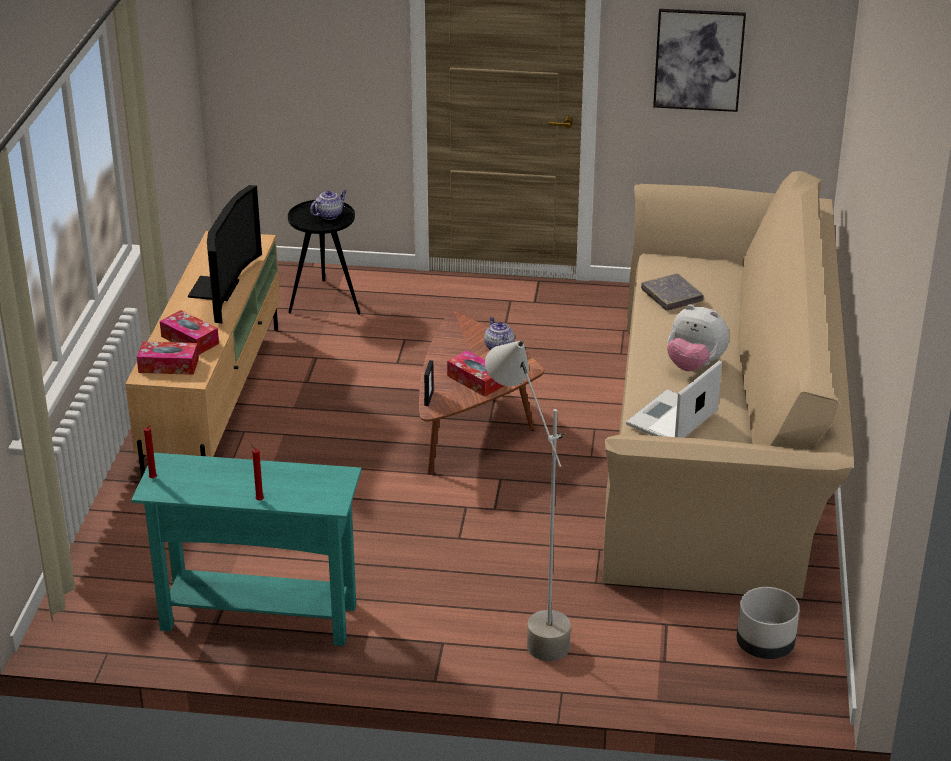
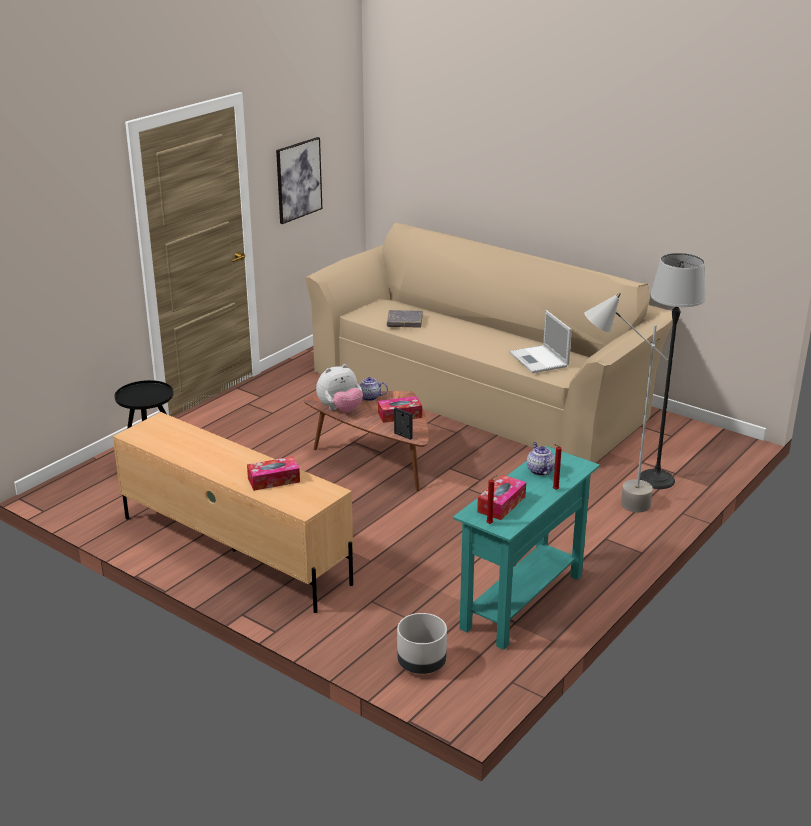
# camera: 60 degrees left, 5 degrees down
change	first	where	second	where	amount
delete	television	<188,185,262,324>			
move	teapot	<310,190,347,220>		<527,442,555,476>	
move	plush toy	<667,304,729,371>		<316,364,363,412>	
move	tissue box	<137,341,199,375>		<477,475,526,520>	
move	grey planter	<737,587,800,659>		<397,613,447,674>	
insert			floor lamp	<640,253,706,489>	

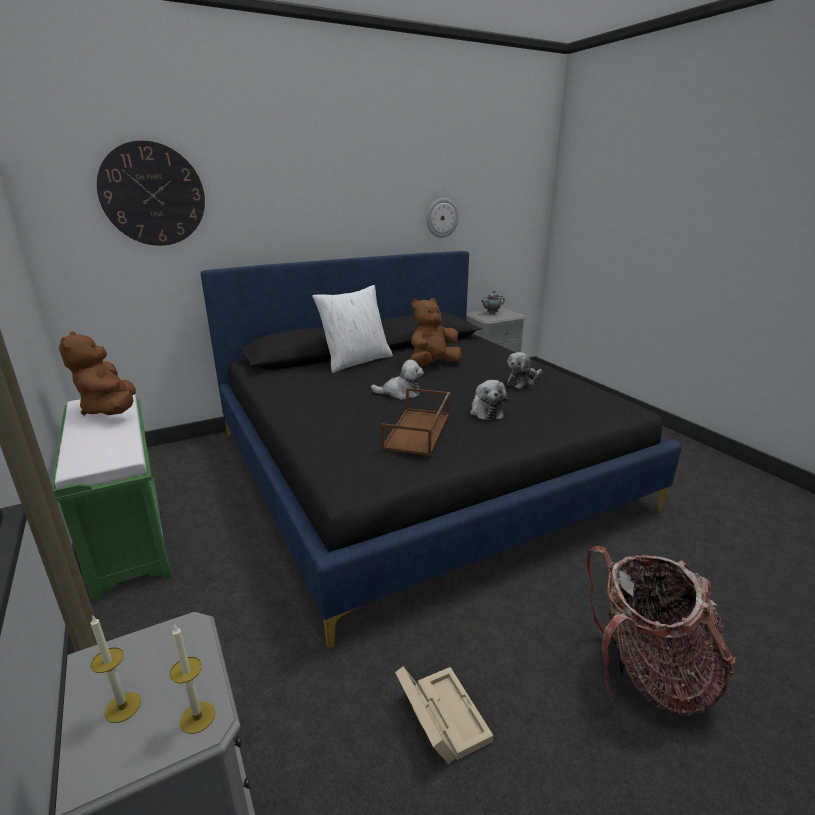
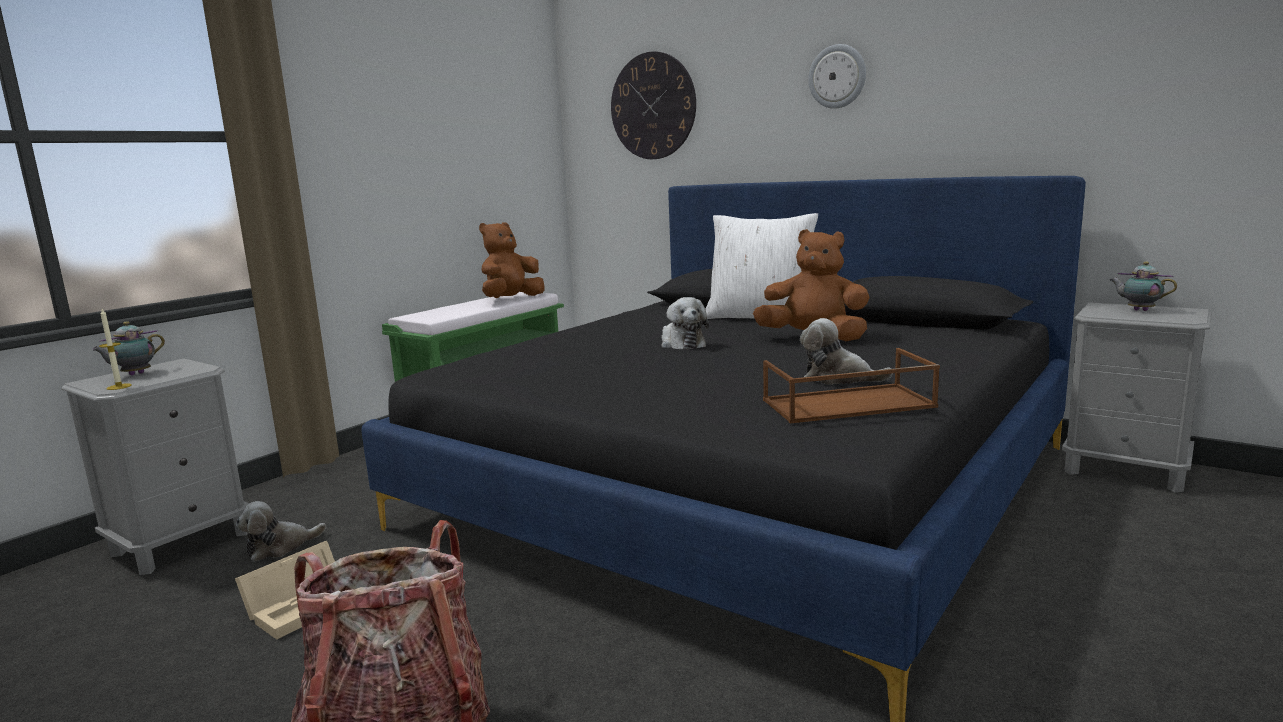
# camera: 65 degrees right, 10 degrees down
change	first	where	second	where	amount
move	wall clock	<427,198,459,238>		<808,44,866,109>	
move	plush toy	<470,380,509,420>		<236,501,326,562>	
move	brown tray	<381,388,450,456>		<763,348,940,423>	
replace	candle	<90,615,141,723>	teapot	<92,321,165,375>	

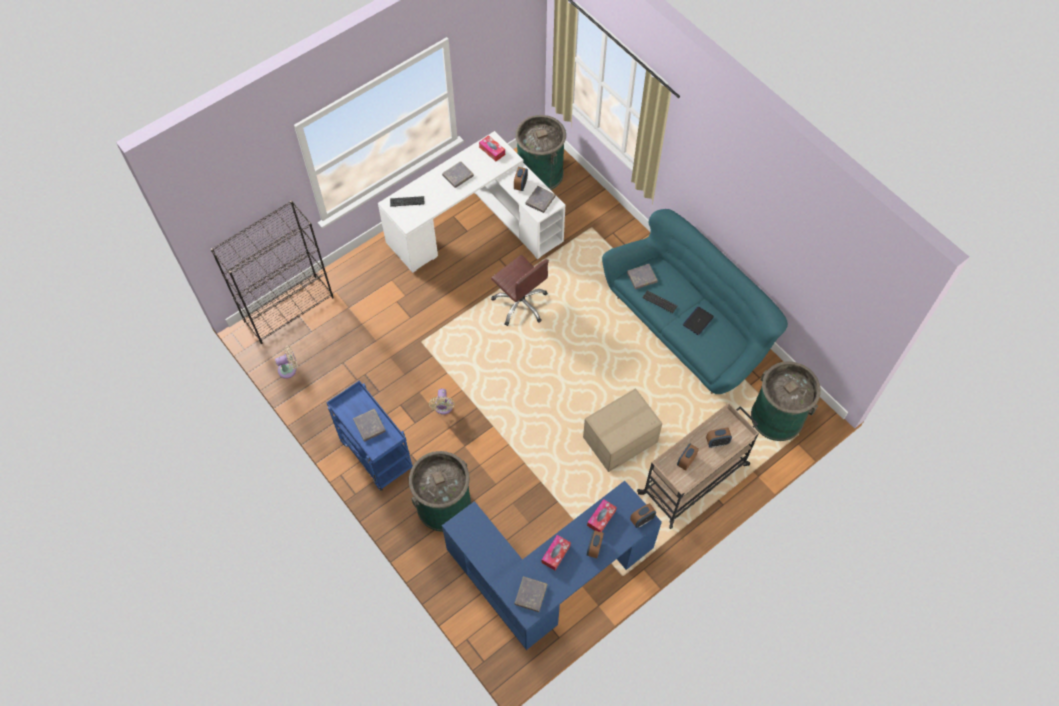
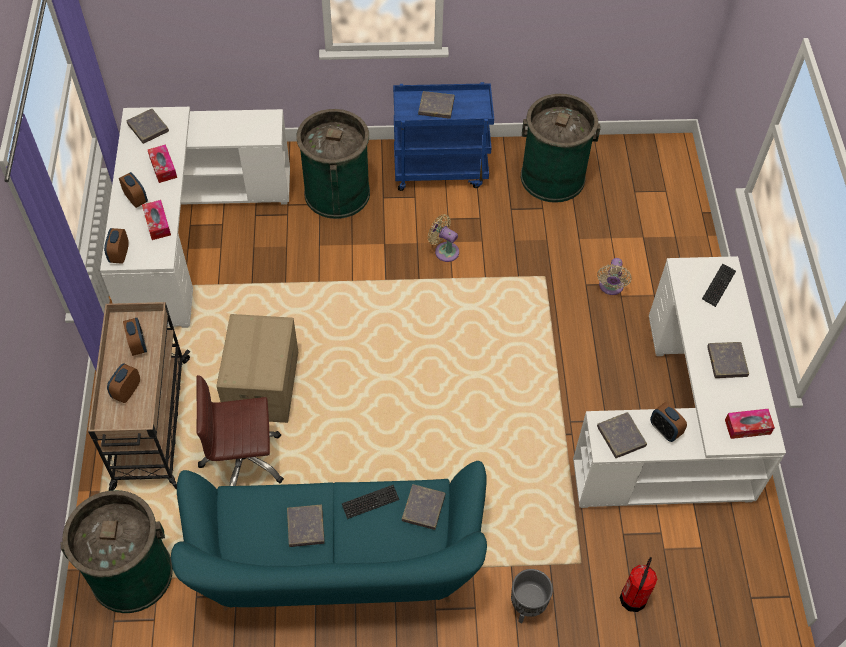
# camera: 125 degrees right, 5 degrees down
change	first	where	second	where	amount
move	green trash can	<515,115,566,190>		<521,94,600,203>	
delete	black bookcase	<211,201,334,344>			
move	brown office chair	<491,255,549,326>		<196,375,284,486>	
replace	laptop	<683,307,714,335>	grey book	<287,505,325,547>	
move	beige fan	<275,345,298,379>		<597,258,632,295>	
recolor	blue desk	<442,481,662,650>	white desk	<100,107,290,328>	
insert			fire extinguisher	<619,557,657,612>	
insert			grey planter	<511,569,553,623>	

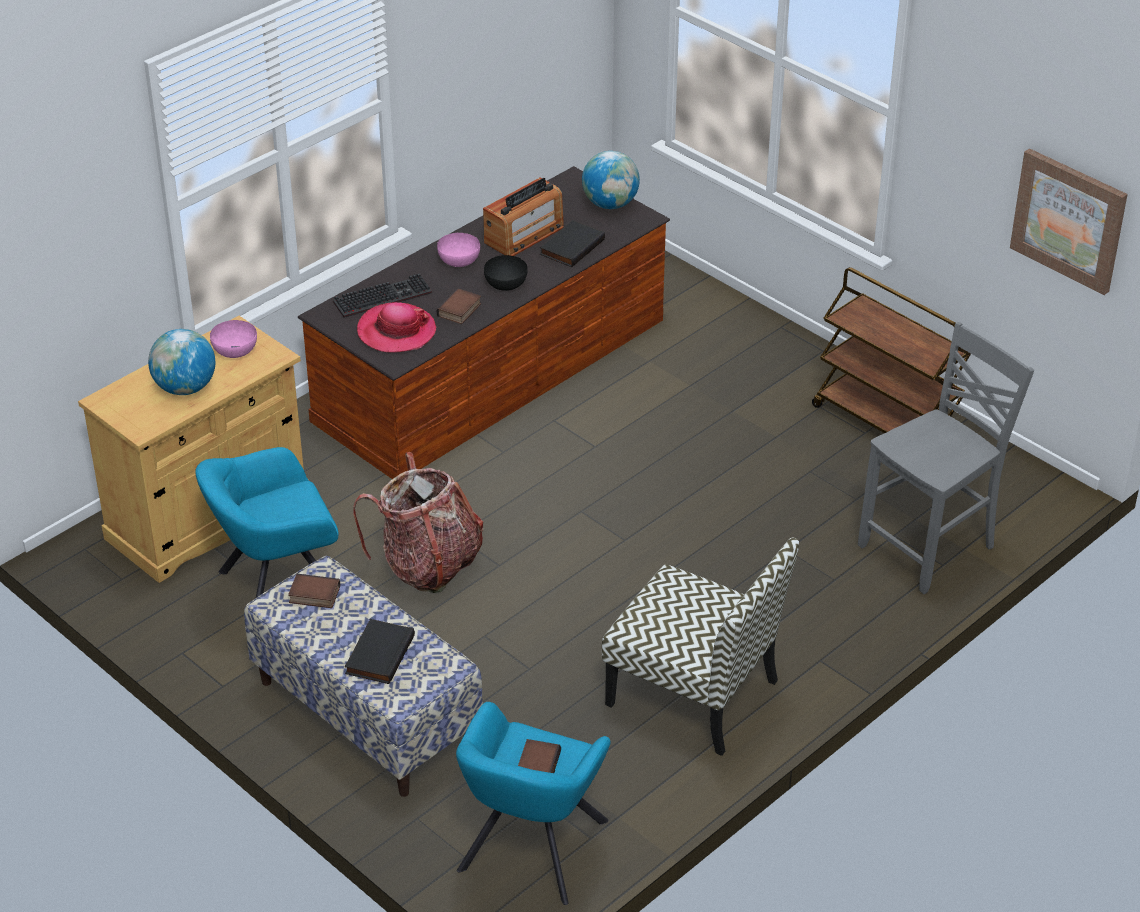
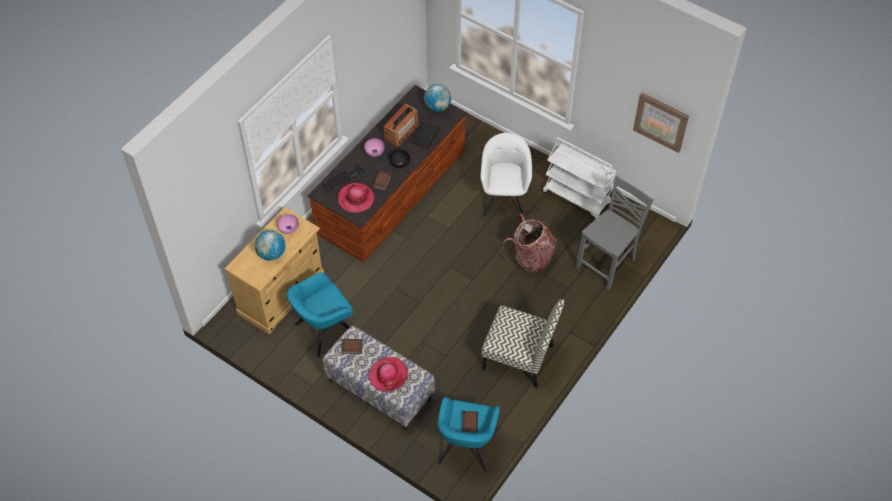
# camera: 10 degrees left, 15 degrees up
change	first	where	second	where	amount
recolor	brown cart	<812,267,971,433>	white cart	<542,137,617,220>	
move	backpack	<353,452,483,593>		<503,213,557,273>	
replace	black book	<345,619,415,684>	hat	<368,357,408,392>	
insert			white armchair	<480,133,532,219>	

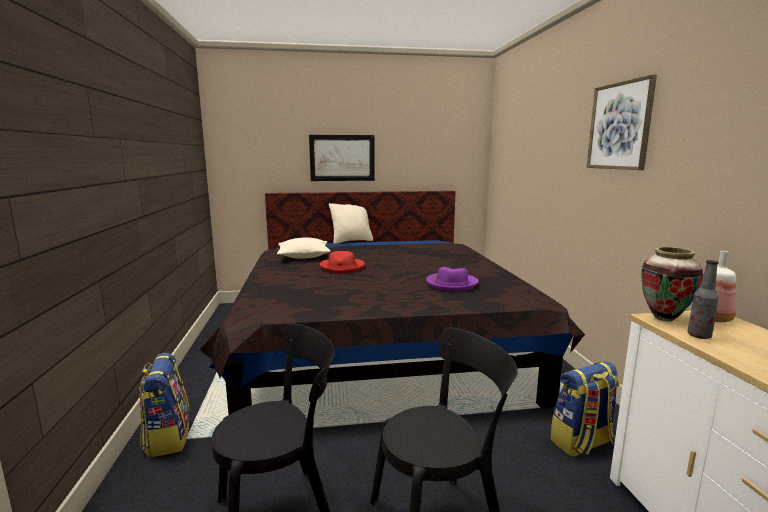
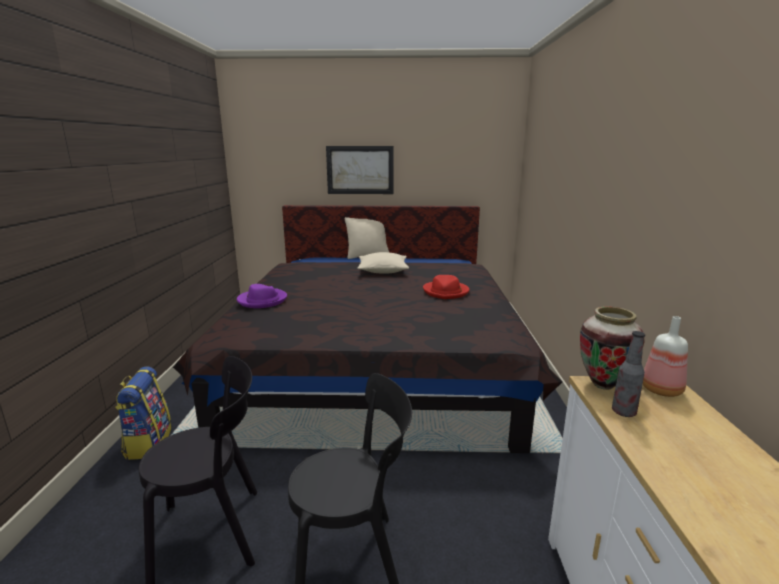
# camera: 10 degrees right, 5 degrees up
change	first	where	second	where	amount
delete	picture	<586,74,657,170>			
move	beige pillow	<277,238,331,259>		<357,252,409,273>	
move	red hat	<320,251,365,273>		<423,275,470,299>	
move	purple hat	<426,267,479,291>		<237,284,287,308>	
delete	backpack	<550,361,620,457>			

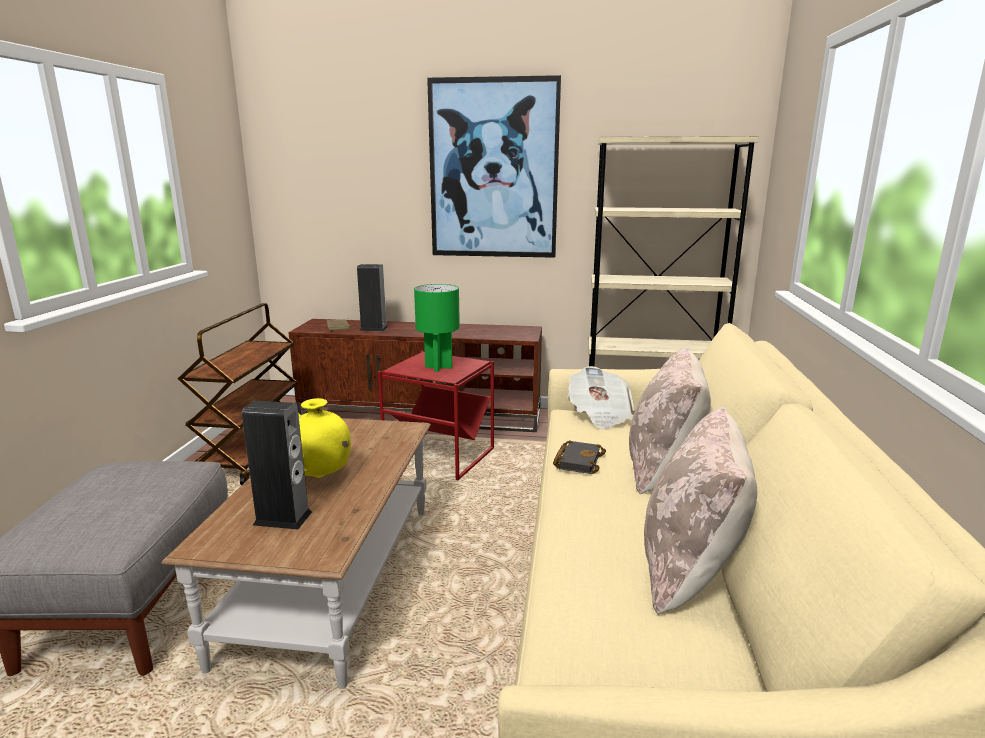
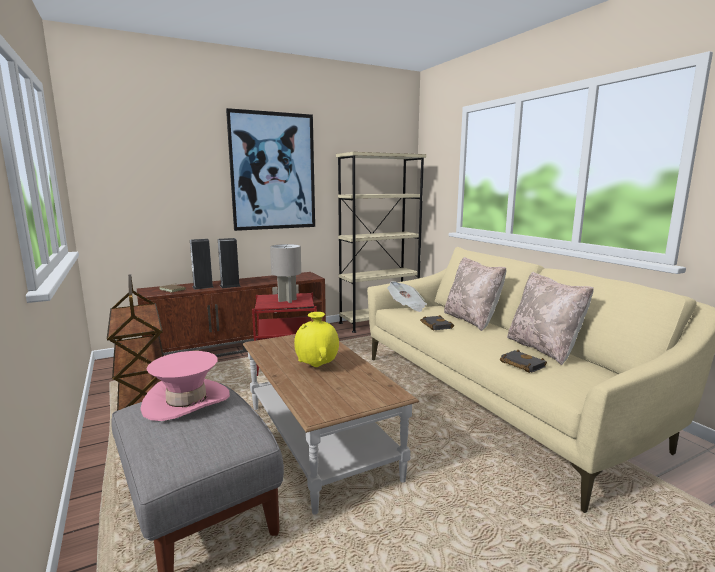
# camera: 35 degrees left, 5 degrees down
change	first	where	second	where	amount
recolor	green table lamp	<414,284,460,372>	grey table lamp	<270,244,301,303>	
move	speaker	<242,400,312,529>		<218,238,240,288>	
insert			black book	<500,350,547,373>	
insert			pink hat	<141,351,230,421>	

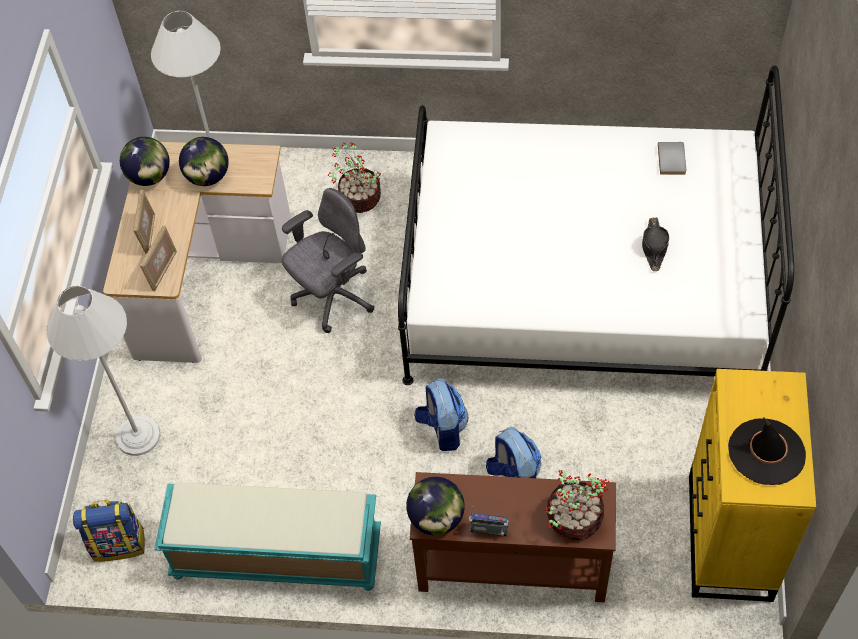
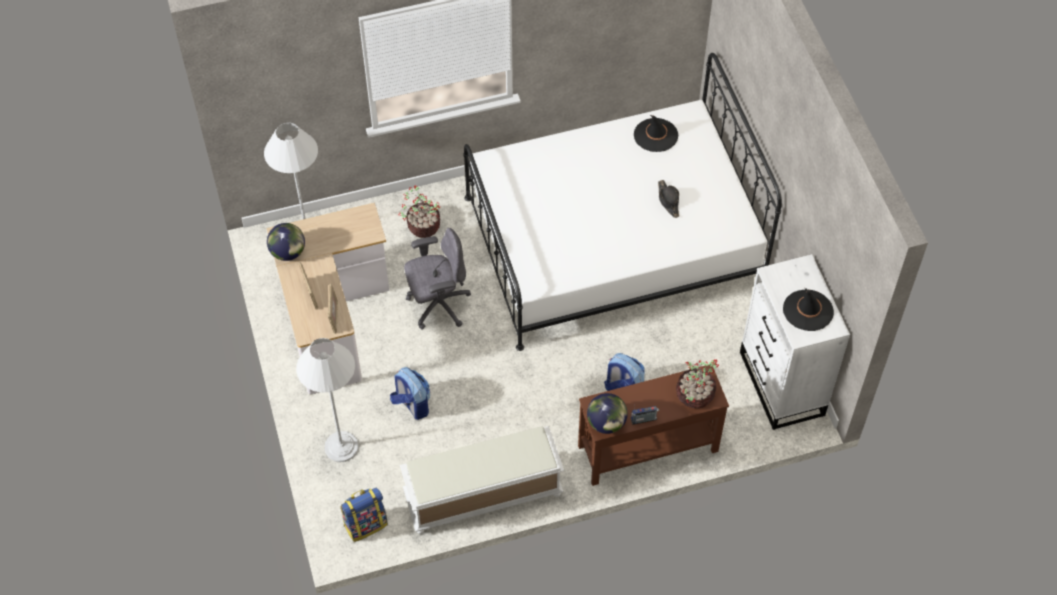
# camera: 25 degrees left, 0 degrees up
change	first	where	second	where	amount
delete	globe	<179,137,229,186>			
replace	grey book	<658,142,686,175>	black hat	<634,115,678,152>	
rotate	grey office chair	<282,188,375,333>		<404,228,471,330>	45 degrees clockwise
recolor	yellow dresser	<689,369,816,602>	white dresser	<740,254,850,430>	
move	backpack	<414,379,468,451>		<390,367,430,420>	
recolor	turquoise bench	<154,483,381,591>	white bench	<400,426,564,534>	

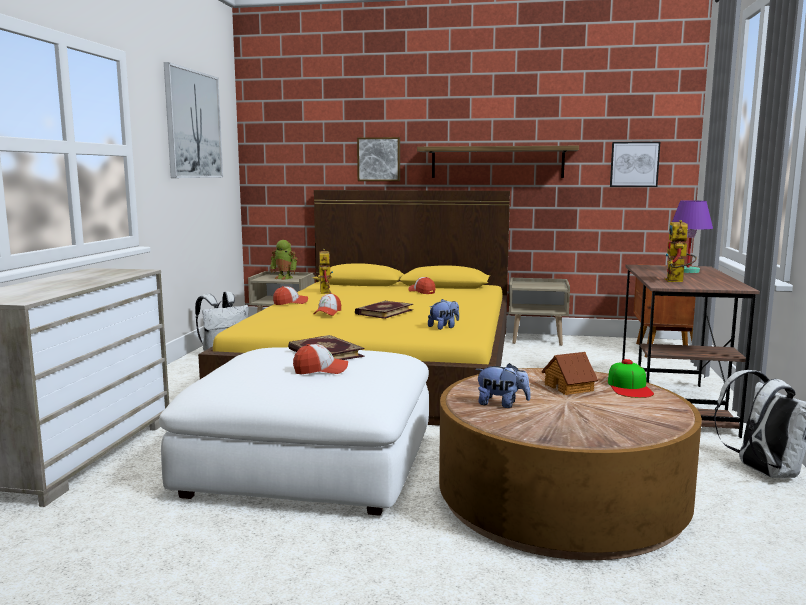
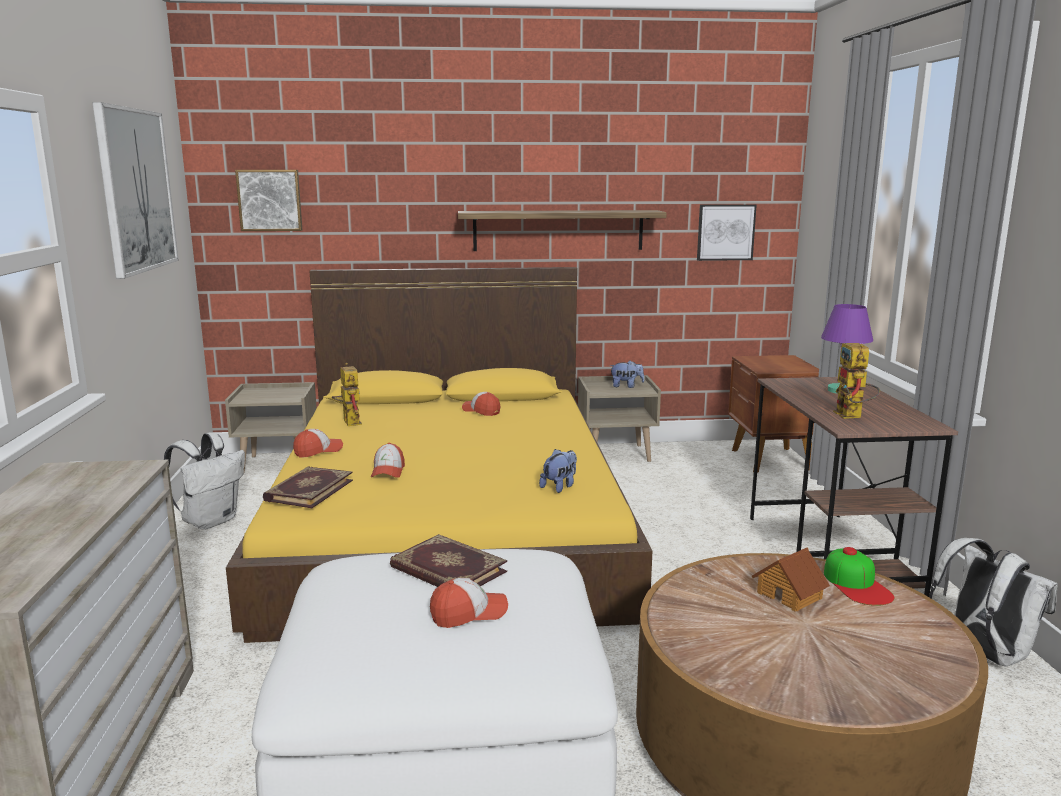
# camera: 15 degrees left, 5 degrees up
change	first	where	second	where	amount
move	picture	<357,137,400,181>		<235,170,302,231>	
delete	toy robot	<270,240,298,280>			
move	book	<355,301,413,319>		<263,466,353,508>	
move	plush toy	<475,363,531,408>		<609,360,644,388>	

